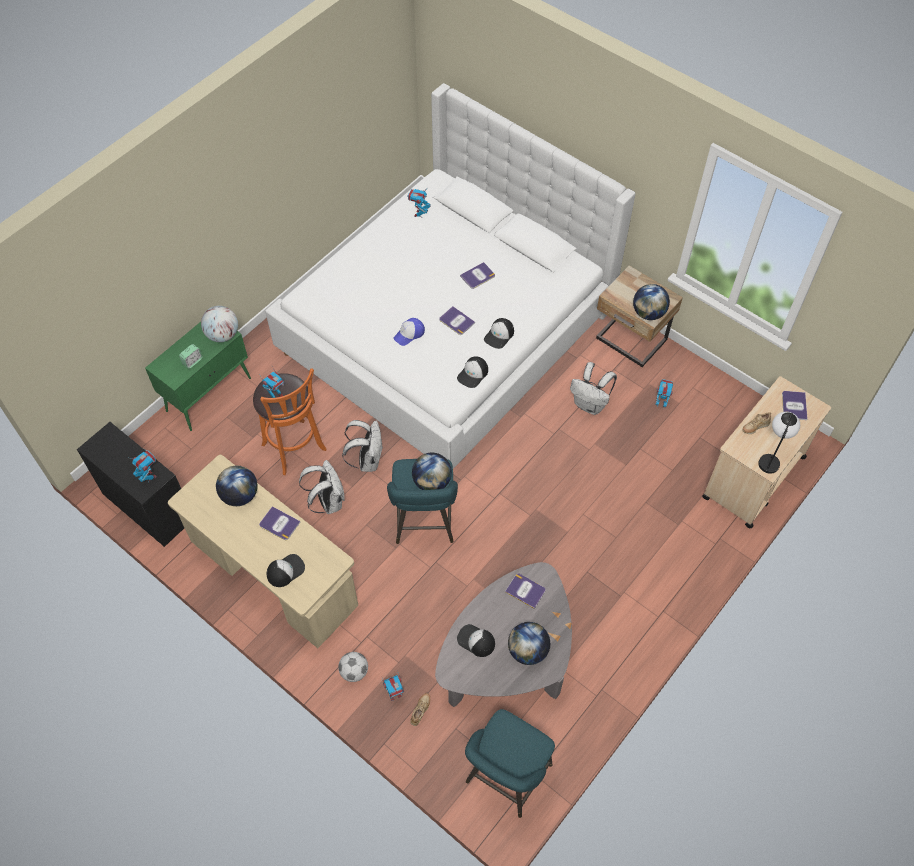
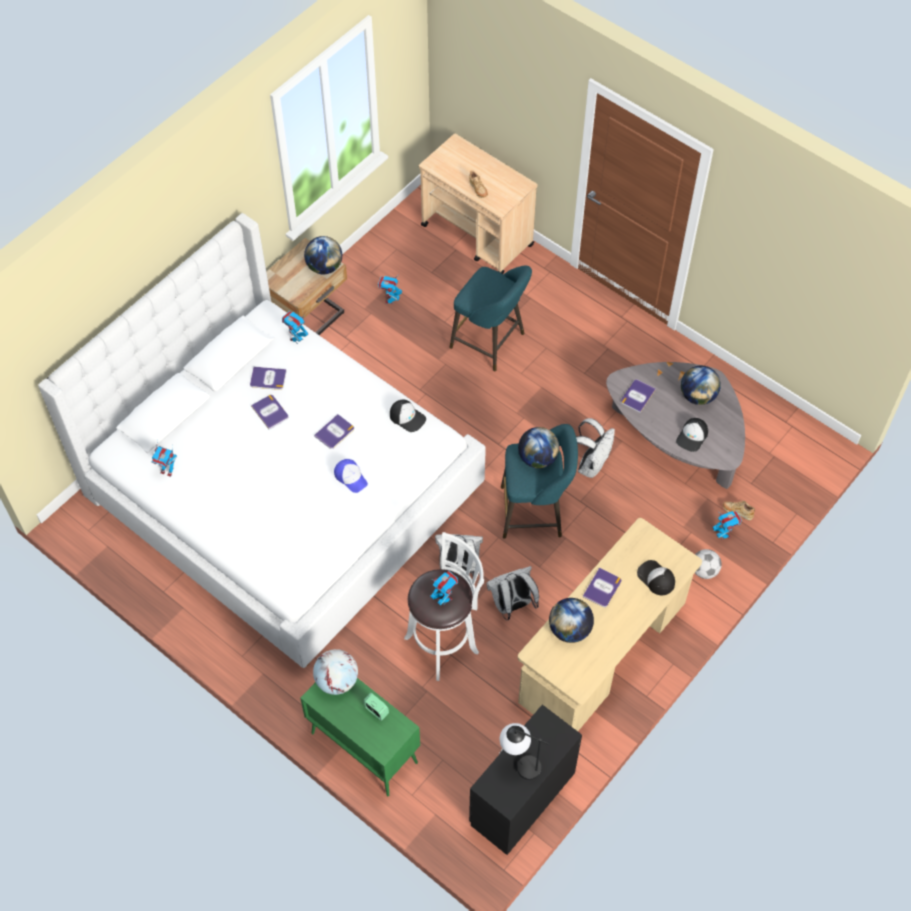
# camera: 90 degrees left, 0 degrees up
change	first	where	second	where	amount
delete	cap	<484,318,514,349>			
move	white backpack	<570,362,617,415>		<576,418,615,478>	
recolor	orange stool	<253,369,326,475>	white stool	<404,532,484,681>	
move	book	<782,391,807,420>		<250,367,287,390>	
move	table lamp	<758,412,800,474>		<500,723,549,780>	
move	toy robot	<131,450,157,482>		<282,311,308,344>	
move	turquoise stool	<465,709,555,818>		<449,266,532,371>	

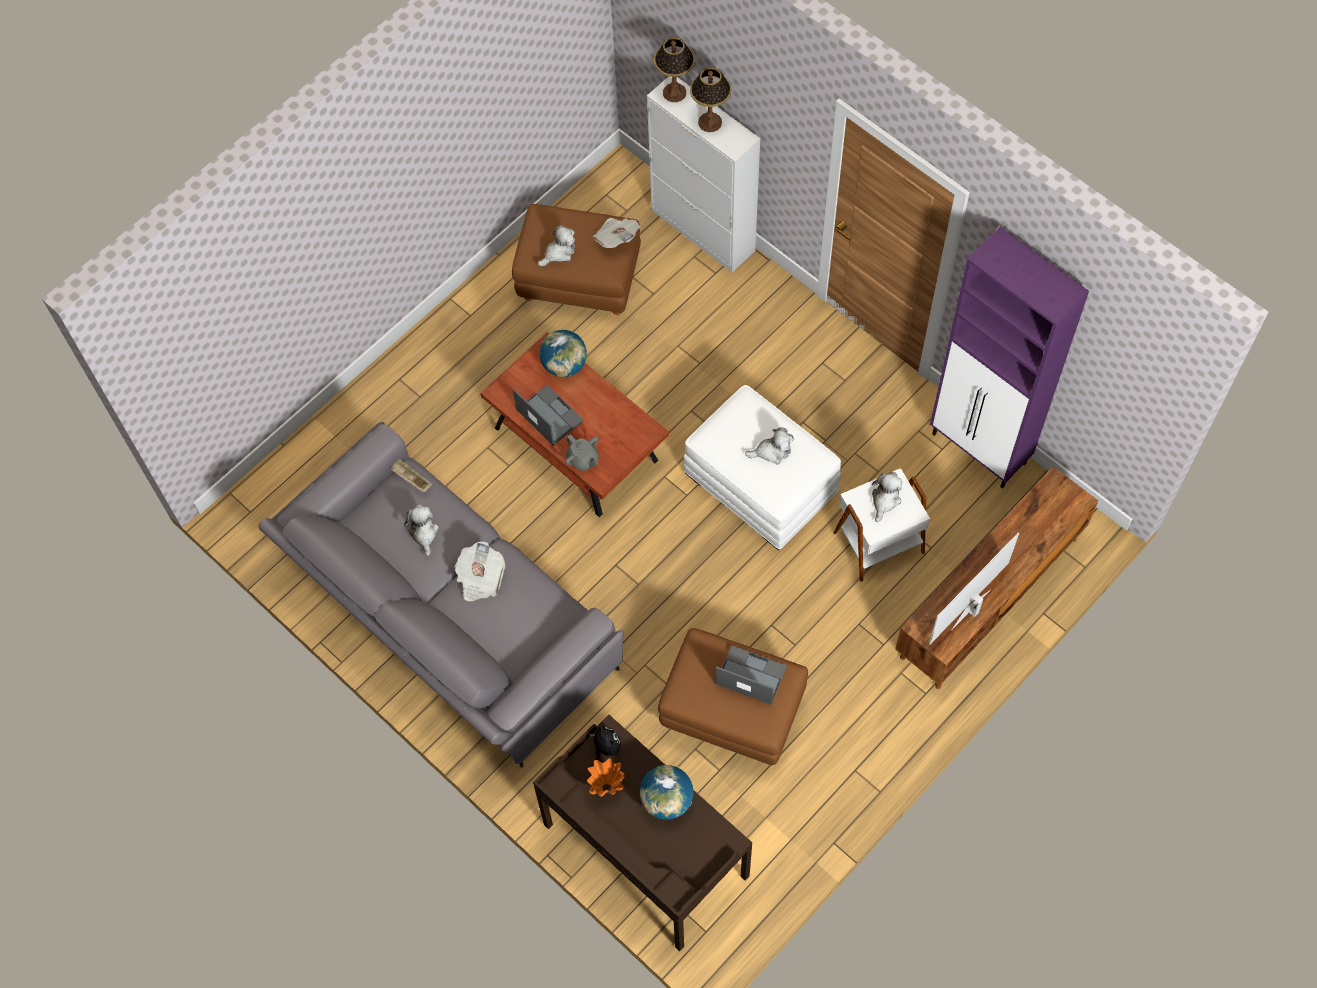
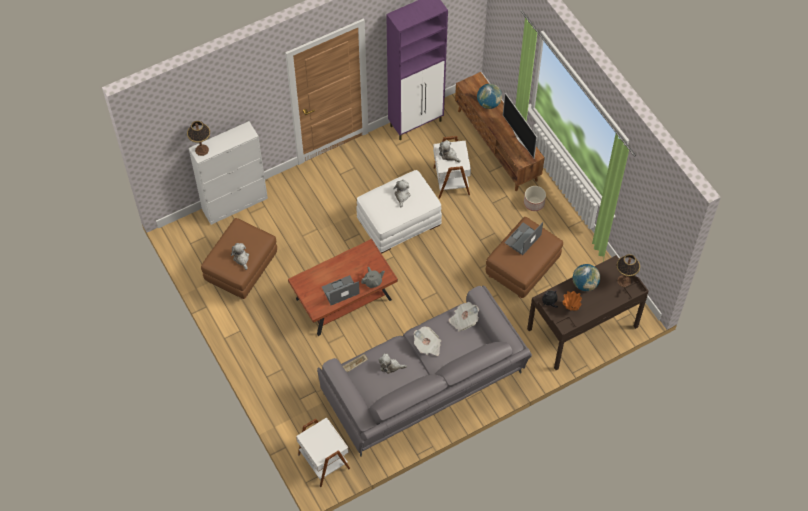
# camera: 75 degrees left, 5 degrees down
change	first	where	second	where	amount
move	table lamp	<690,67,731,132>		<617,254,640,287>	
move	newspaper	<593,218,640,248>		<449,302,479,332>	
move	globe	<539,330,587,377>		<477,84,502,109>	
insert			planter	<524,186,546,211>	
insert			white side table	<296,417,350,487>	

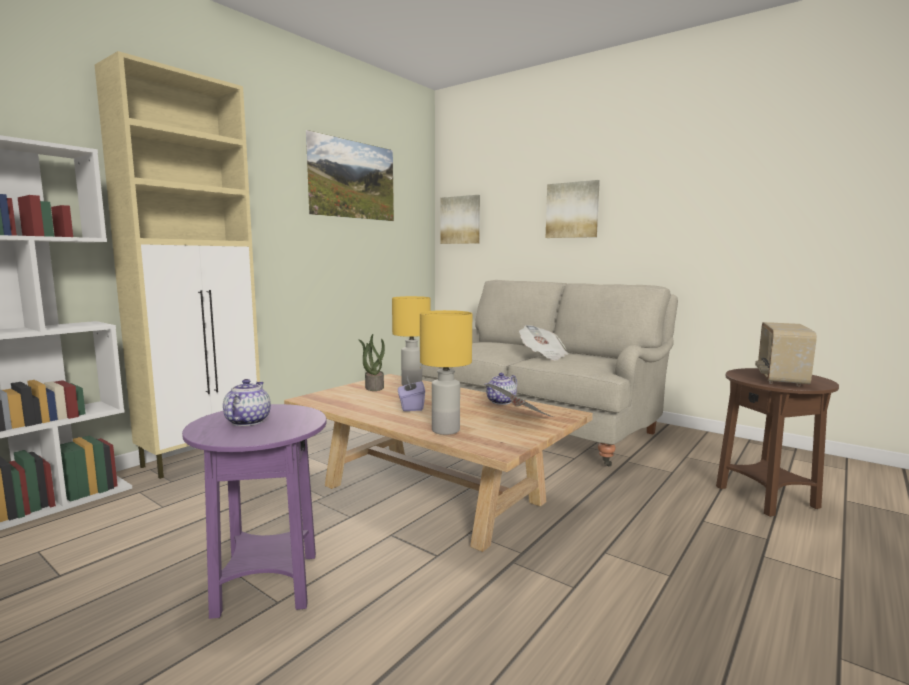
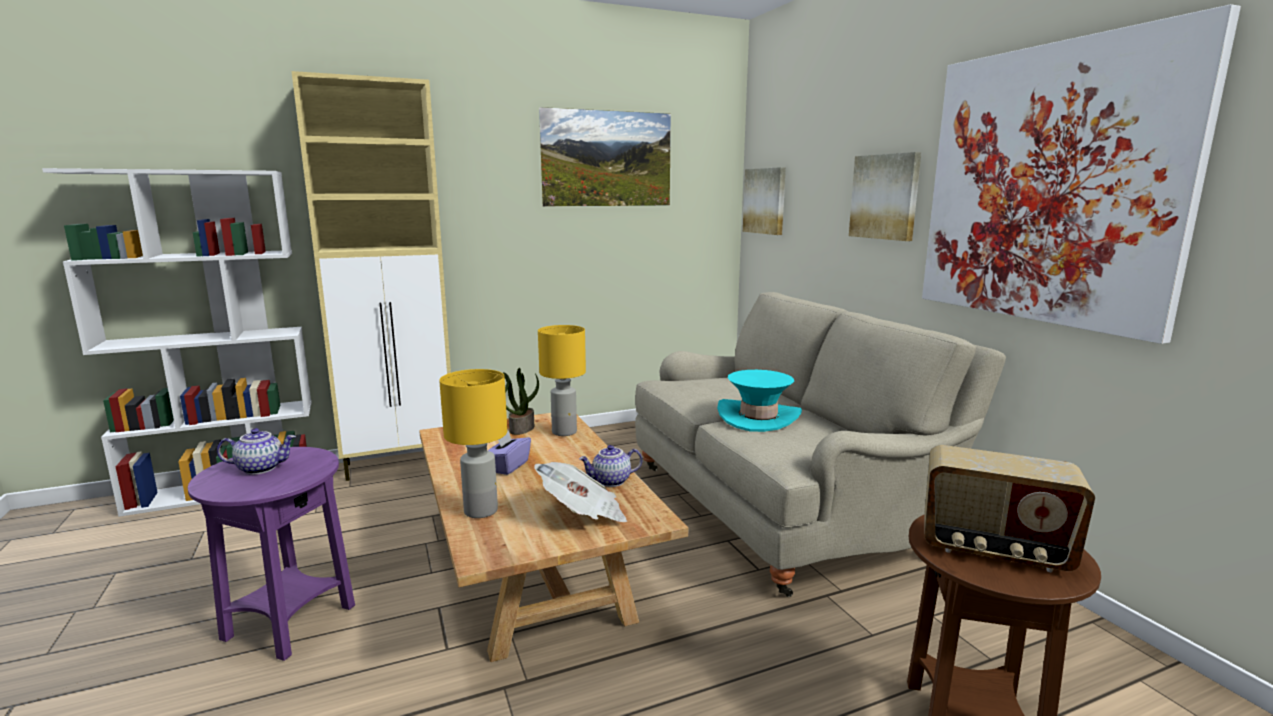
# camera: 30 degrees right, 5 degrees up
change	first	where	second	where	amount
rotate	radio	<755,322,817,386>		<924,445,1095,572>	120 degrees counterclockwise
replace	newspaper	<519,325,569,361>	turquoise hat	<717,370,802,432>	
rotate	teapot	<223,379,271,426>		<217,428,296,475>	45 degrees clockwise
insert			picture	<922,4,1241,344>	

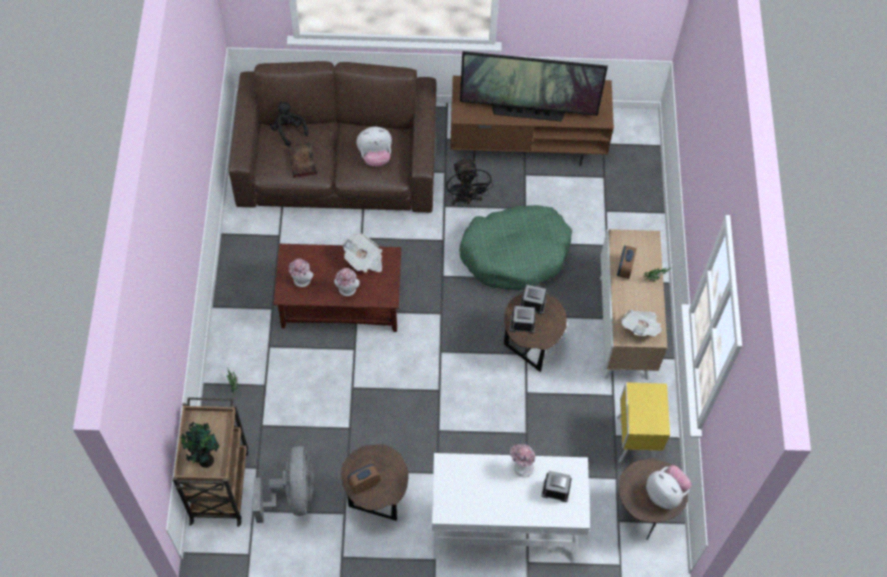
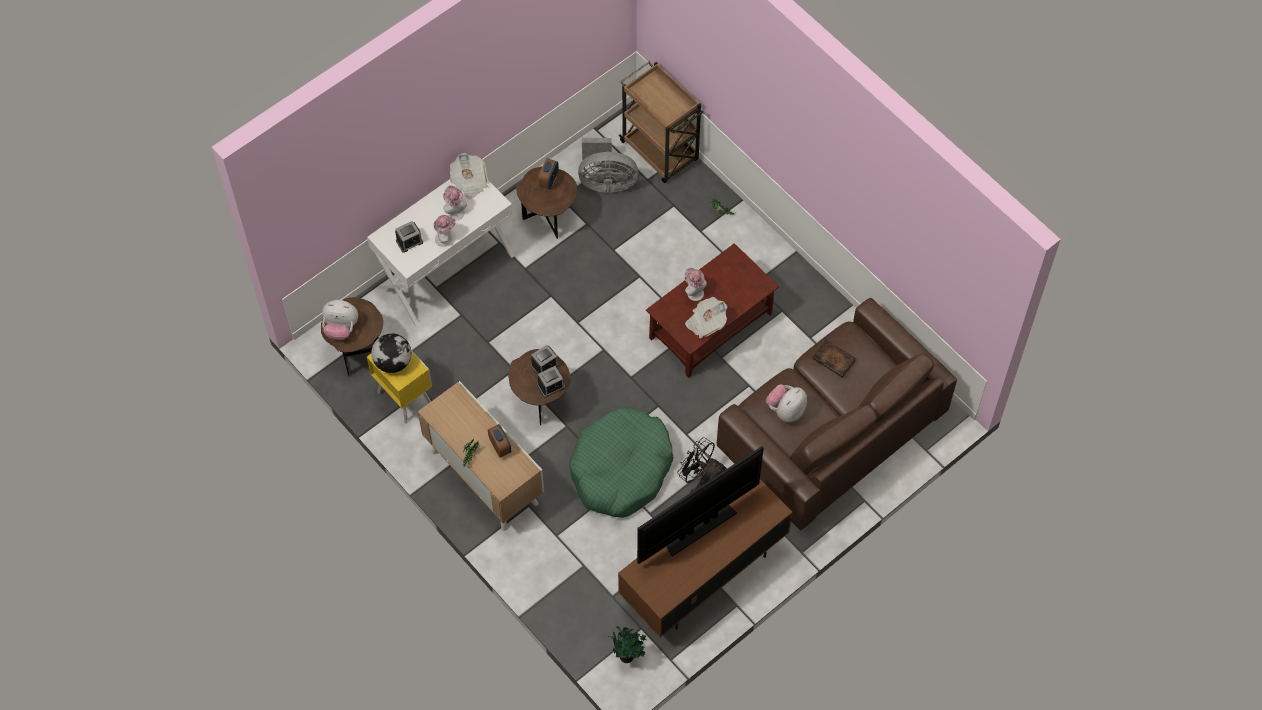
# camera: 140 degrees right, 0 degrees up
change	first	where	second	where	amount
delete	black plush toy	<270,101,308,146>			
move	hat	<289,258,313,287>		<443,185,467,221>	
move	newspaper	<621,309,662,336>		<450,153,488,200>	
move	potted plant	<180,422,219,468>		<609,626,648,663>	
rotate	grey fan	<253,446,314,523>		<578,138,639,193>	45 degrees counterclockwise
insert			globe	<371,333,411,373>	

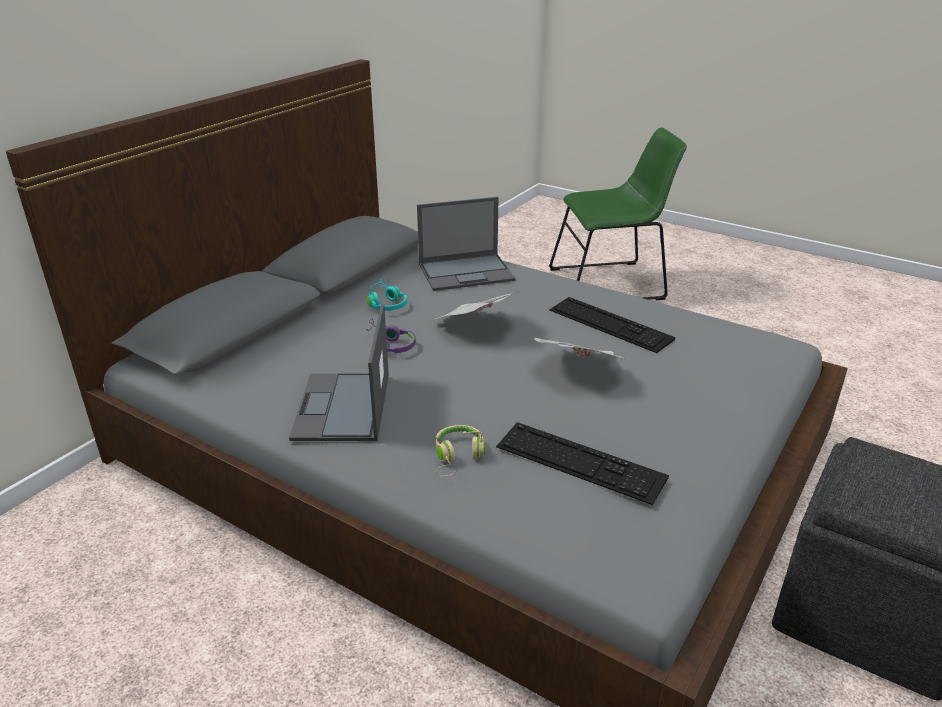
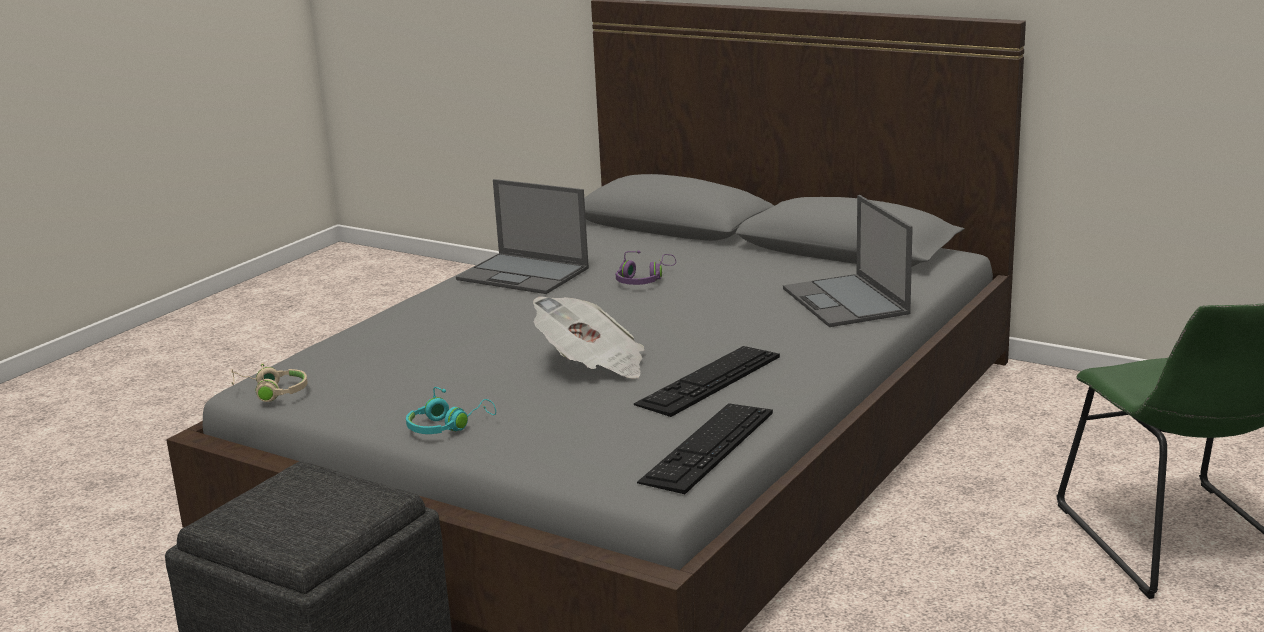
# camera: 90 degrees right, 10 degrees down
change	first	where	second	where	amount
move	turquoise headphones	<367,277,407,311>		<406,387,496,434>	
delete	newspaper	<436,291,518,319>			
rotate	laptop	<289,304,389,441>		<456,179,589,294>	150 degrees counterclockwise
move	keyboard	<496,422,669,505>		<637,403,773,494>	
move	beige headphones	<435,425,486,477>		<231,363,307,402>	

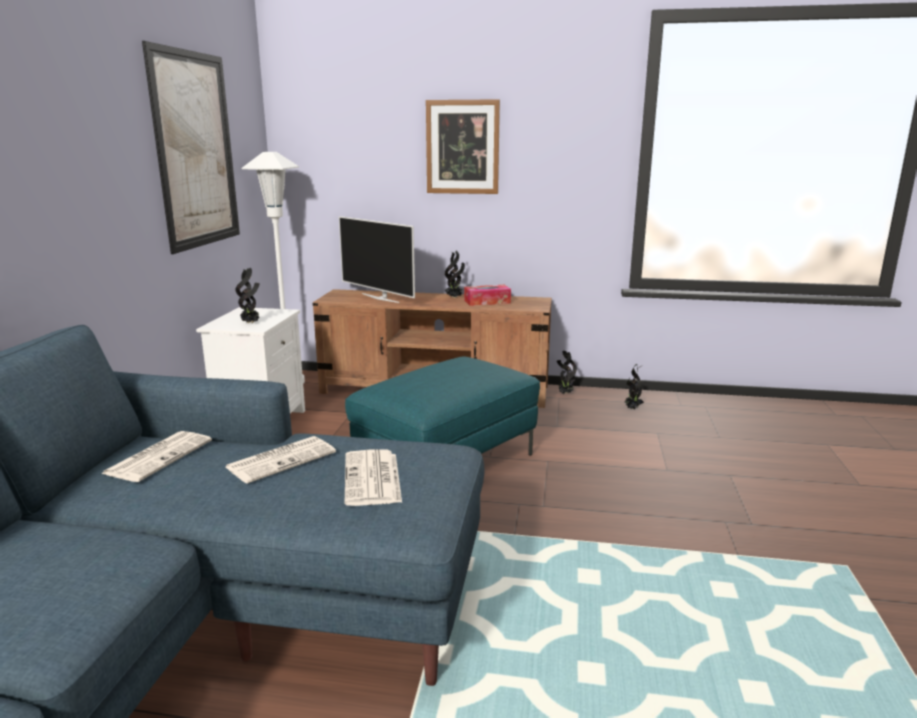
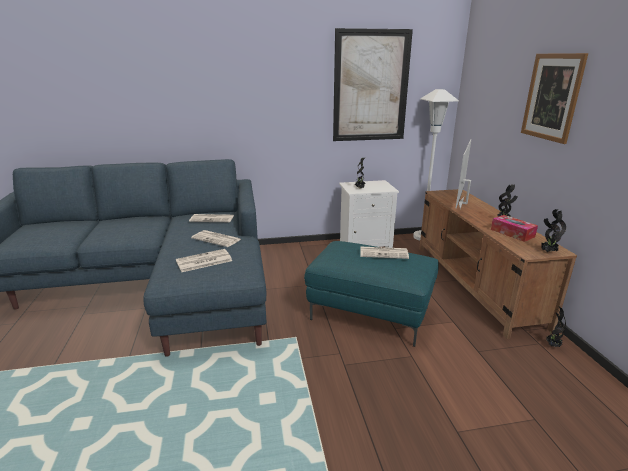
# camera: 70 degrees right, 5 degrees up
change	first	where	second	where	amount
move	potted plant	<625,364,644,409>		<541,209,566,252>	
insert			newspaper	<360,247,409,259>	

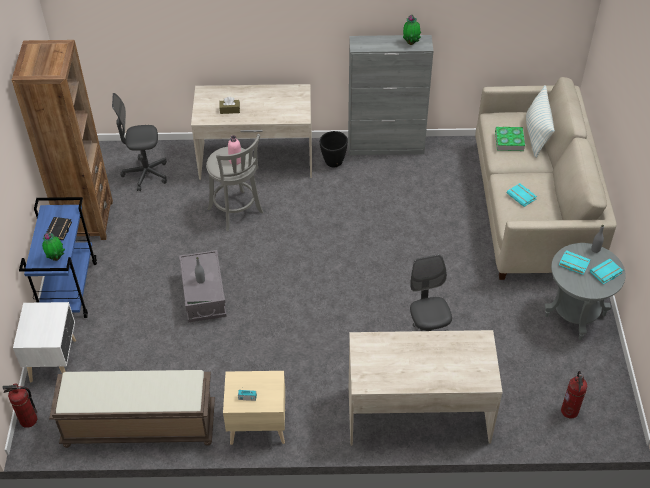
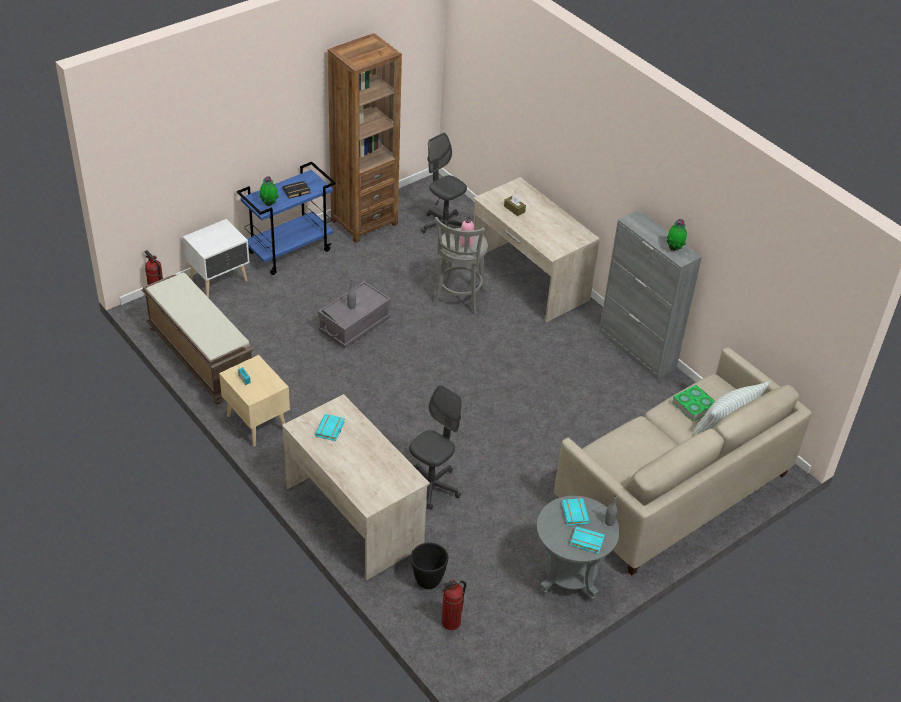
# camera: 50 degrees right, 5 degrees down
change	first	where	second	where	amount
move	black planter	<320,131,348,167>		<410,542,449,589>	
move	turquoise book	<507,183,537,207>		<315,414,345,441>	

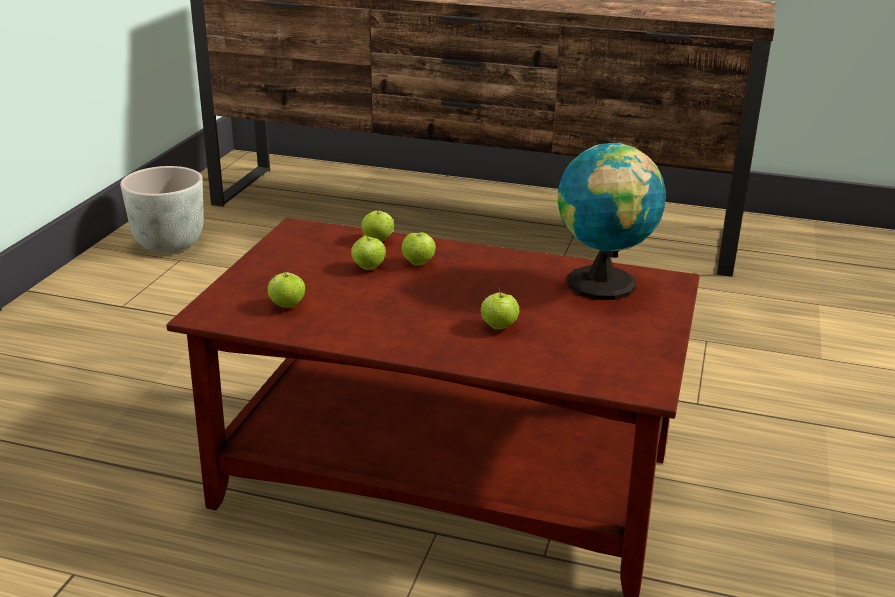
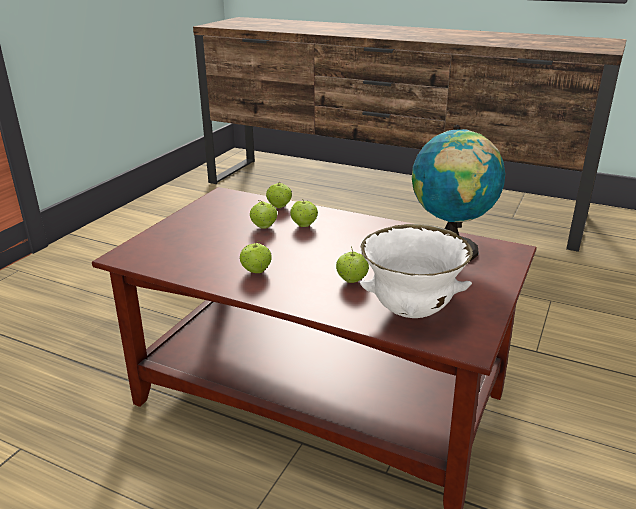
# camera: 10 degrees right, 0 degrees up
change	first	where	second	where	amount
delete	grey planter	<120,166,204,253>			
move	apple	<267,269,305,308>		<240,240,272,273>	
insert			white bowl	<360,224,473,318>	

